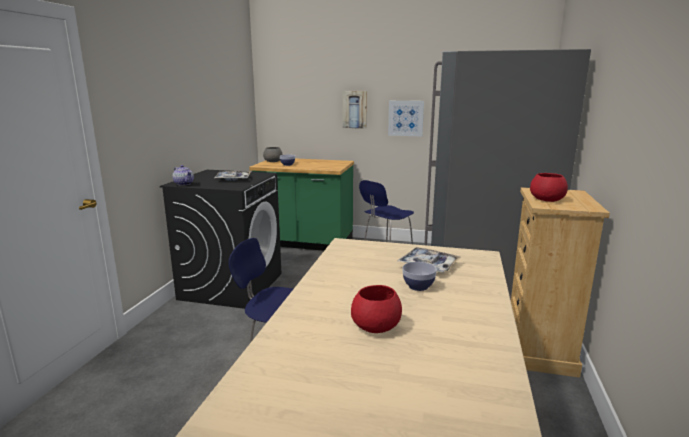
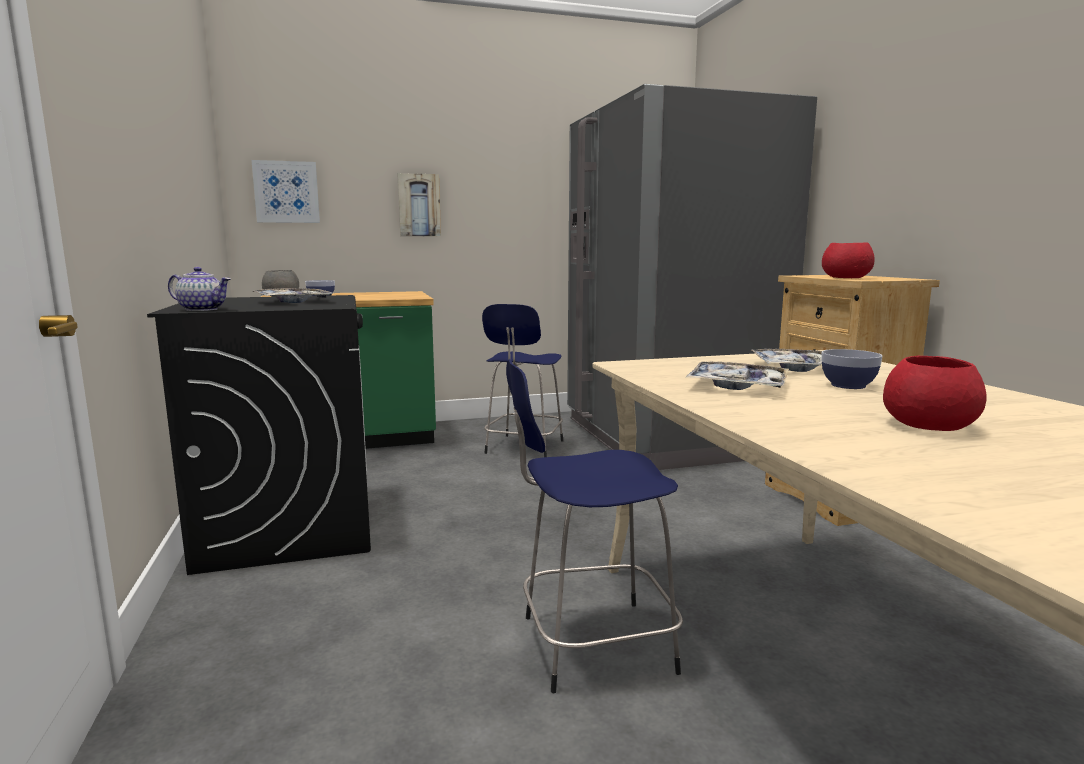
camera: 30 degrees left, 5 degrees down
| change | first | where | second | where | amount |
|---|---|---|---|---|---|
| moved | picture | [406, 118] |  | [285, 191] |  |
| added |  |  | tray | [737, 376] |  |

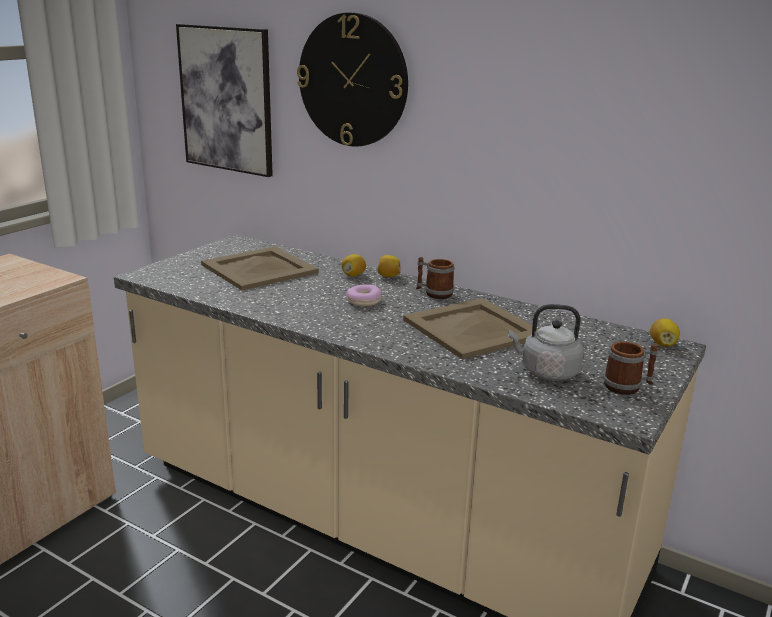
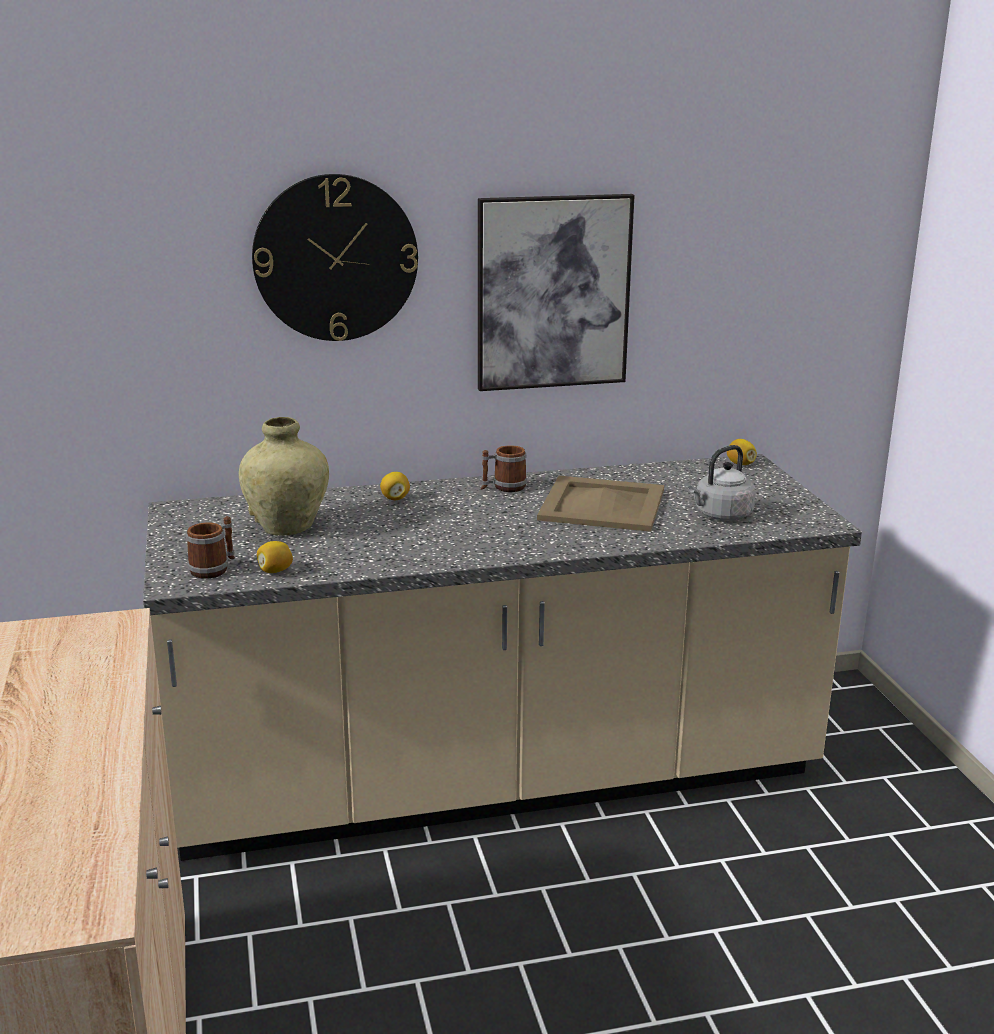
camera: 45 degrees left, 0 degrees up
| change | first | where | second | where | amount |
|---|---|---|---|---|---|
| moved | mug | [630, 368] |  | [210, 547] |  |
| replaced | beige tray | [260, 268] | beige vase | [284, 476] |  |
| moved | lemon | [389, 266] |  | [275, 557] |  |
| moved | picture | [224, 100] |  | [556, 292] |  |
| removed | donut | [364, 295] |  |  |  |

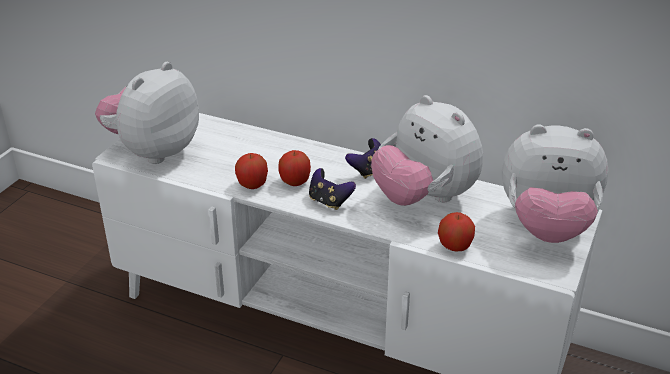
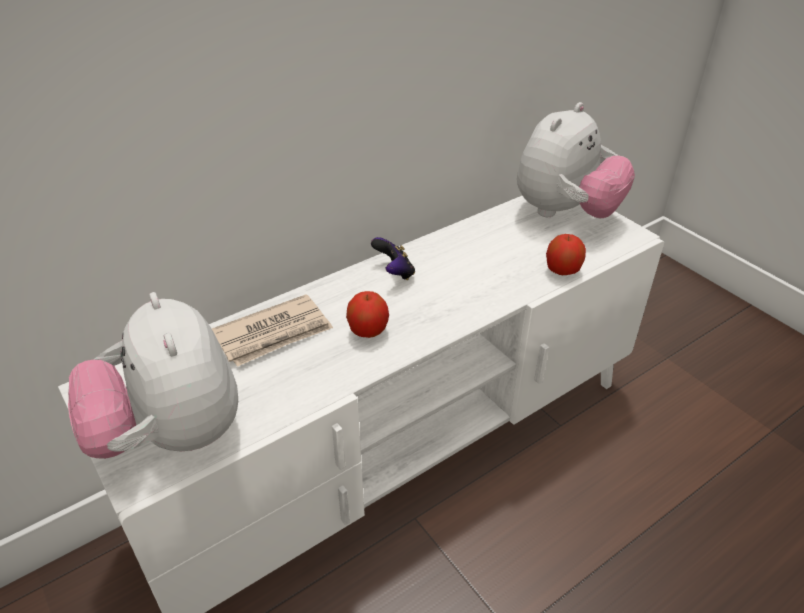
camera: 60 degrees left, 5 degrees up
| change | first | where | second | where | amount |
|---|---|---|---|---|---|
| added |  |  | newspaper | [272, 330] |  |
| removed | apple | [251, 171] |  |  |  |
| removed | game controller | [332, 189] |  |  |  |
| removed | plush toy | [427, 150] |  |  |  |

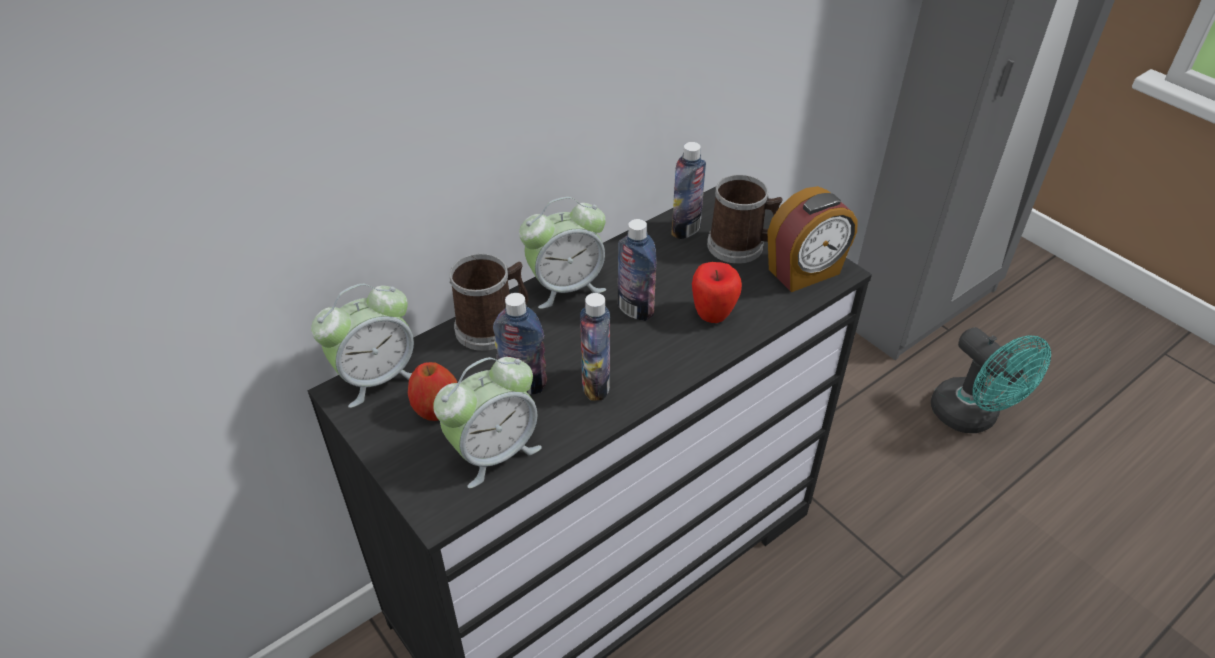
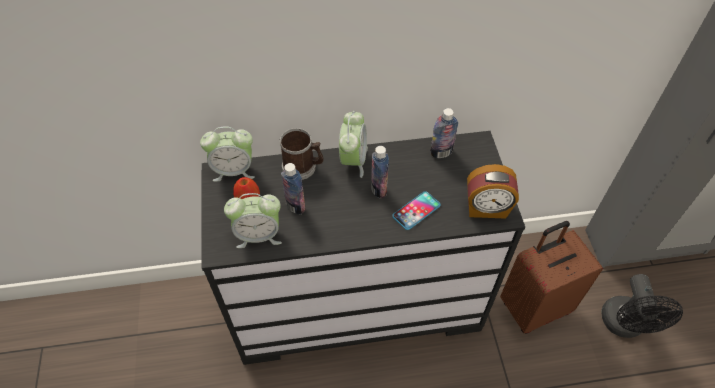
camera: 30 degrees right, 10 degrees up
| change | first | where | second | where | amount |
|---|---|---|---|---|---|
| turned | alarm clock | [562, 253] |  | [353, 144] | 90 degrees counterclockwise |
| replaced | apple | [717, 292] | phone | [416, 210] |  |
| added |  |  | brown suitcase | [551, 277] |  |
| recoloured | turquoise fan | [991, 380] | black fan | [642, 306] |  |
| removed | bottle | [595, 347] |  |  |  |
| removed | mug | [745, 219] |  |  |  |

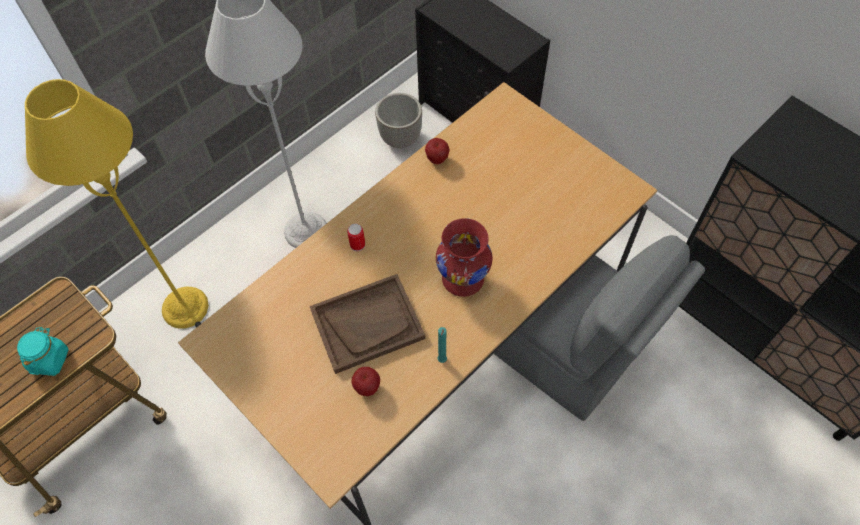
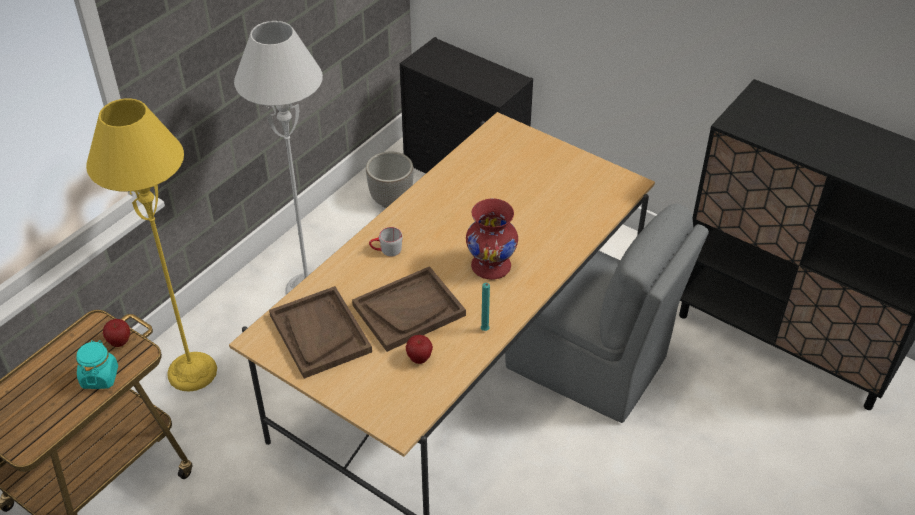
camera: 10 degrees left, 15 degrees down
| change | first | where | second | where | amount |
|---|---|---|---|---|---|
| moved | apple | [437, 151] |  | [116, 333] |  |
| added |  |  | brown tray | [320, 332] |  |
| replaced | can | [356, 237] | grey mug | [386, 242] |  |

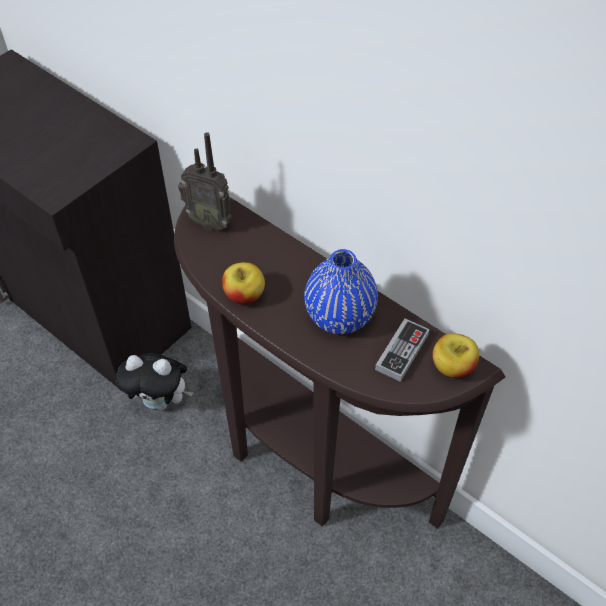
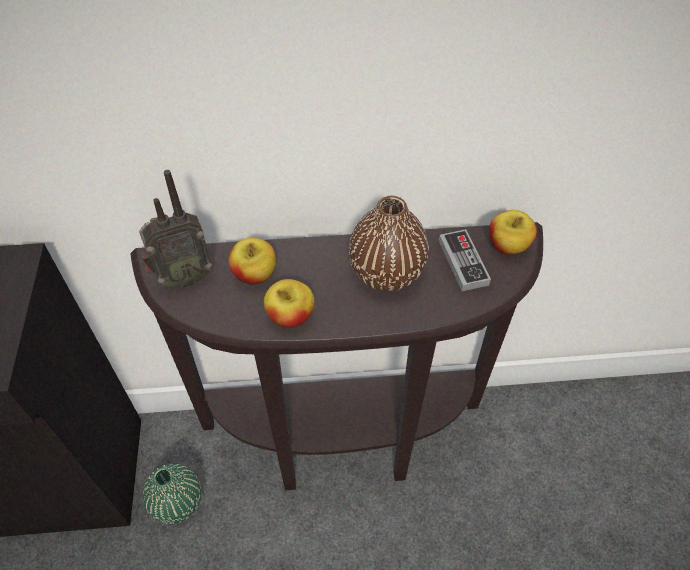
camera: 45 degrees left, 0 degrees up
| change | first | where | second | where | amount |
|---|---|---|---|---|---|
| replaced | plush toy | [154, 381] | green vase | [172, 494] |  |
| added |  |  | apple | [252, 261] |  |
| recoloured | blue vase | [341, 291] | brown vase | [389, 243] |  |

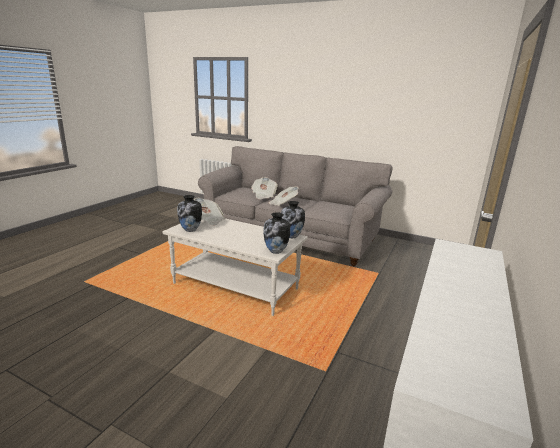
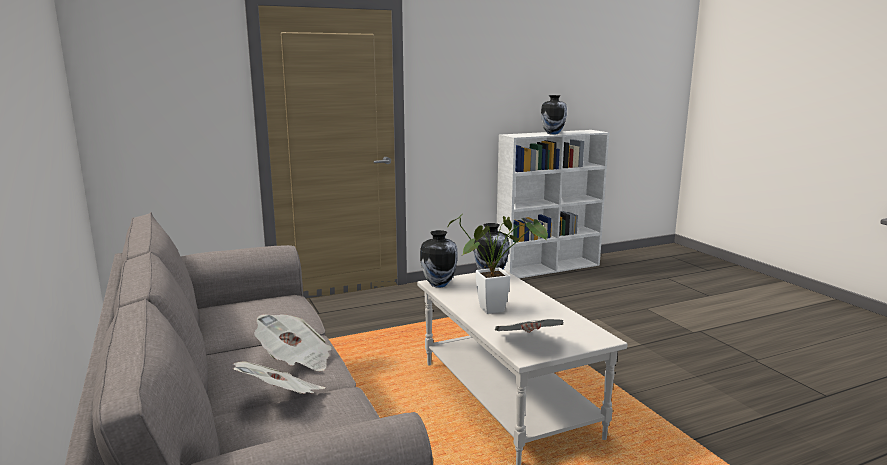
camera: 140 degrees left, 5 degrees down
| change | first | where | second | where | amount |
|---|---|---|---|---|---|
| added |  |  | potted plant | [498, 264] |  |
| moved | vase | [189, 213] |  | [554, 114] |  |

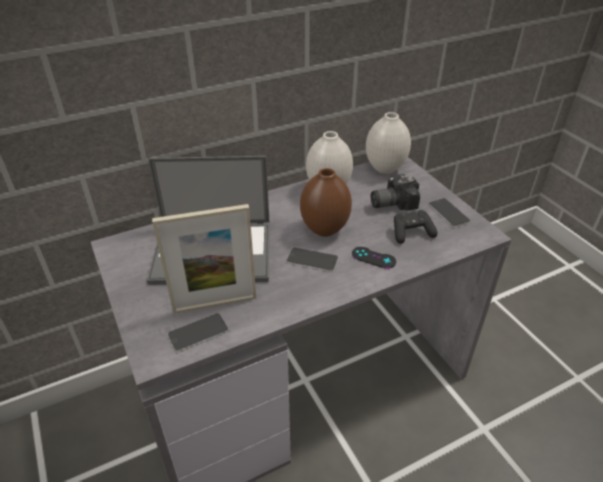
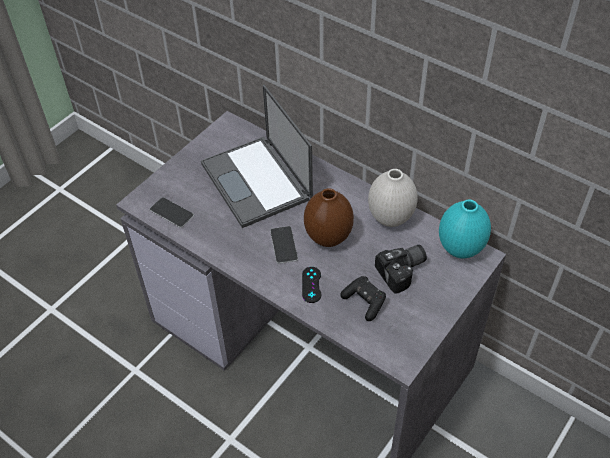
camera: 65 degrees right, 10 degrees up
| change | first | where | second | where | amount |
|---|---|---|---|---|---|
| turned | photo camera | [395, 192] |  | [401, 269] | 105 degrees clockwise |
| recoloured | white vase | [388, 143] | turquoise vase | [465, 229] |  |
| removed | picture frame | [204, 259] |  |  |  |
| removed | phone | [449, 213] |  |  |  |

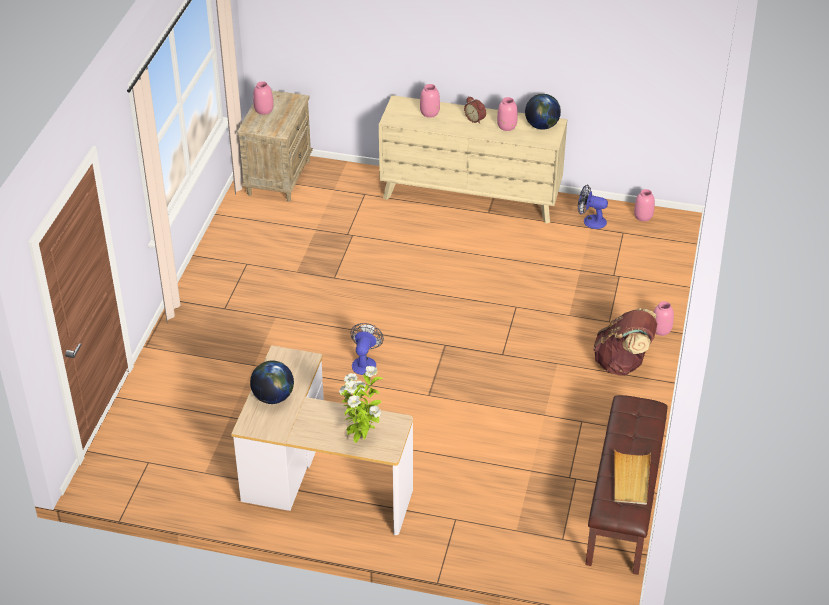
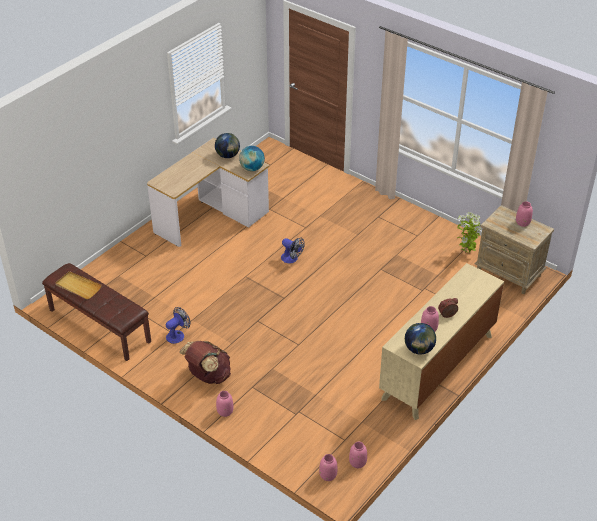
camera: 115 degrees right, 0 degrees up
| change | first | where | second | where | amount |
|---|---|---|---|---|---|
| moved | fan | [593, 206] |  | [178, 325] |  |
| added |  |  | globe | [252, 158] |  |
| moved | pink vase | [430, 101] |  | [328, 467] |  |
| moved | potted plant | [361, 404] |  | [469, 233] |  |

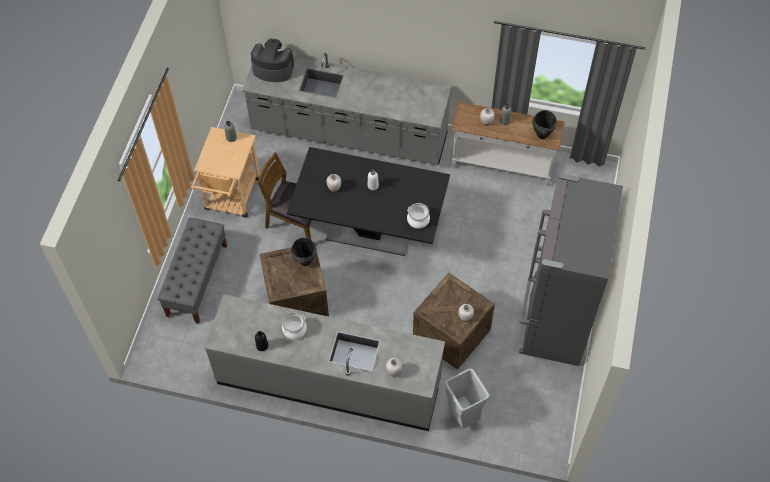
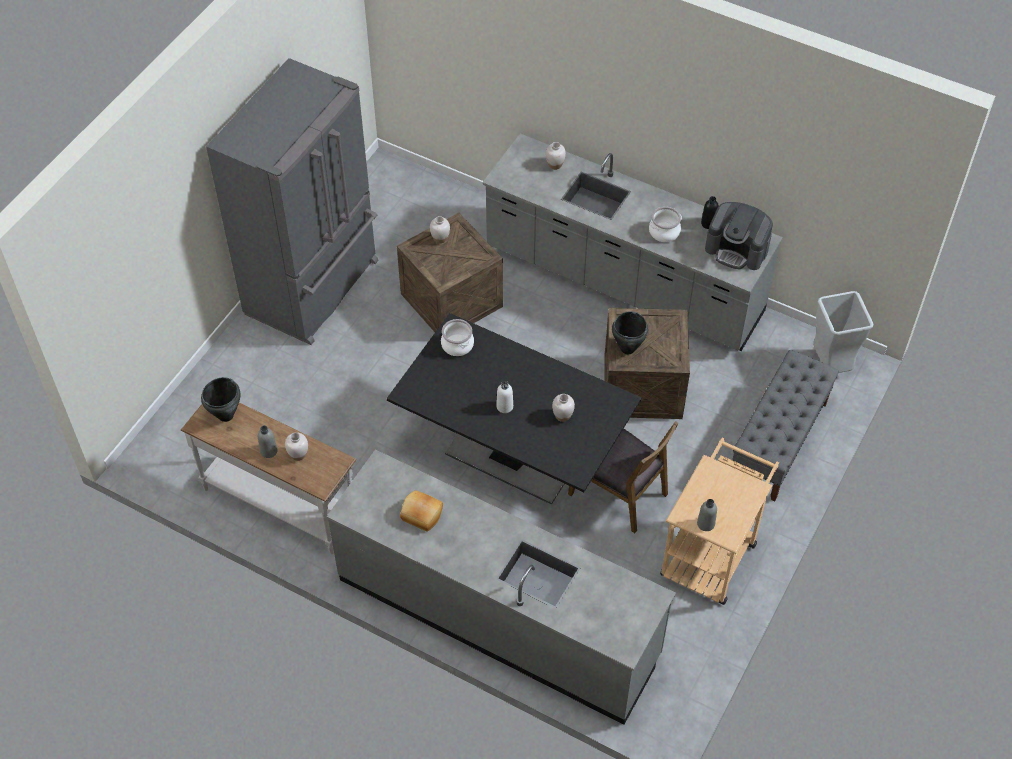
camera: 165 degrees left, 5 degrees down
| change | first | where | second | where | amount |
|---|---|---|---|---|---|
| added |  |  | bread | [421, 511] |  |
| moved | coffee machine | [272, 60] |  | [739, 236] |  |
| moved | grey trash can | [467, 398] |  | [843, 332] |  |

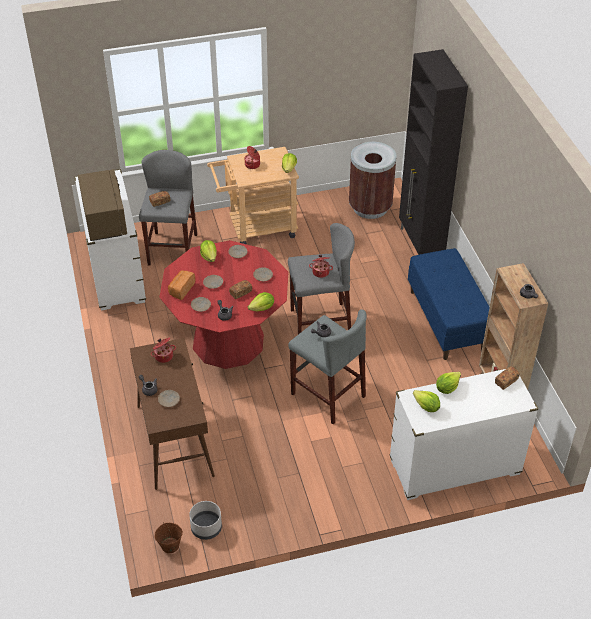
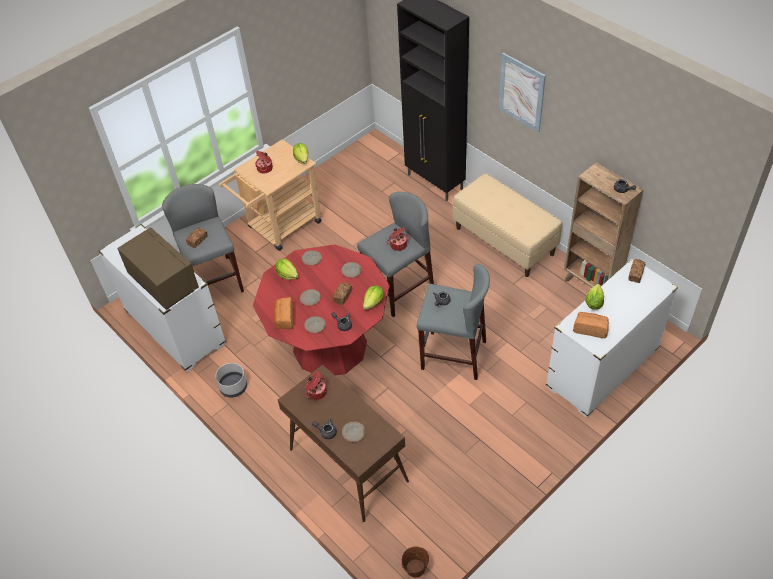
camera: 25 degrees left, 5 degrees up
| change | first | where | second | where | amount |
|---|---|---|---|---|---|
| moved | grey planter | [205, 520] |  | [231, 380] |  |
| recoloured | blue bench | [449, 304] | beige bench | [507, 225] |  |
| added |  |  | picture | [522, 92] |  |
| replaced | lettuce | [426, 401] | bread | [591, 325] |  |
| removed | brown trash can | [373, 180] |  |  |  |

